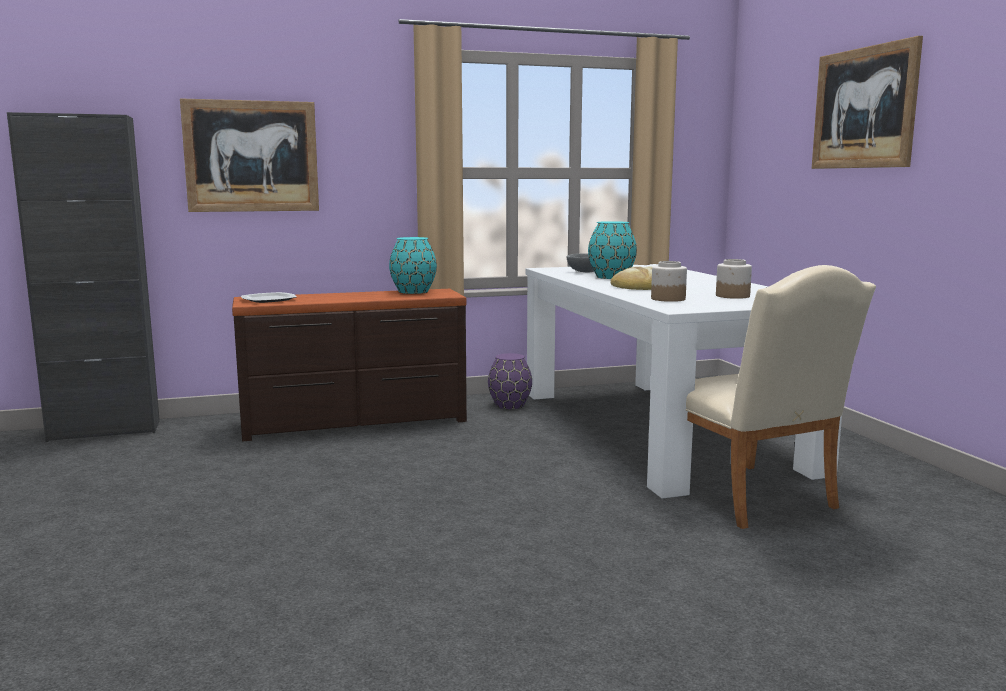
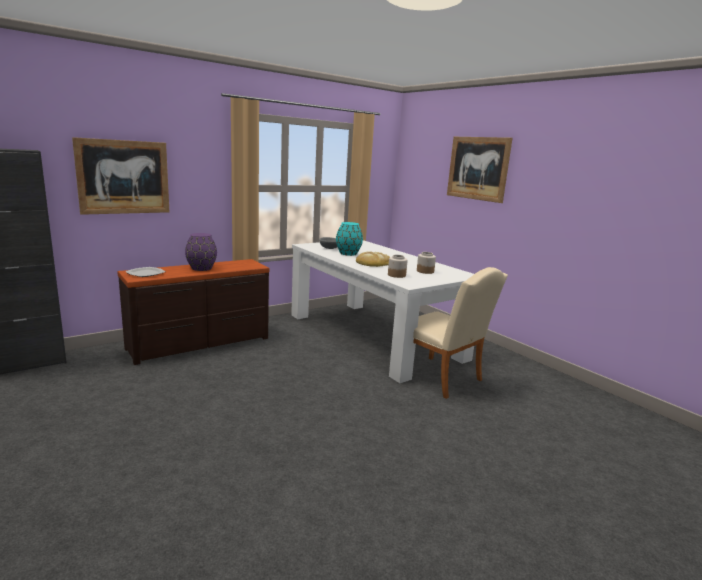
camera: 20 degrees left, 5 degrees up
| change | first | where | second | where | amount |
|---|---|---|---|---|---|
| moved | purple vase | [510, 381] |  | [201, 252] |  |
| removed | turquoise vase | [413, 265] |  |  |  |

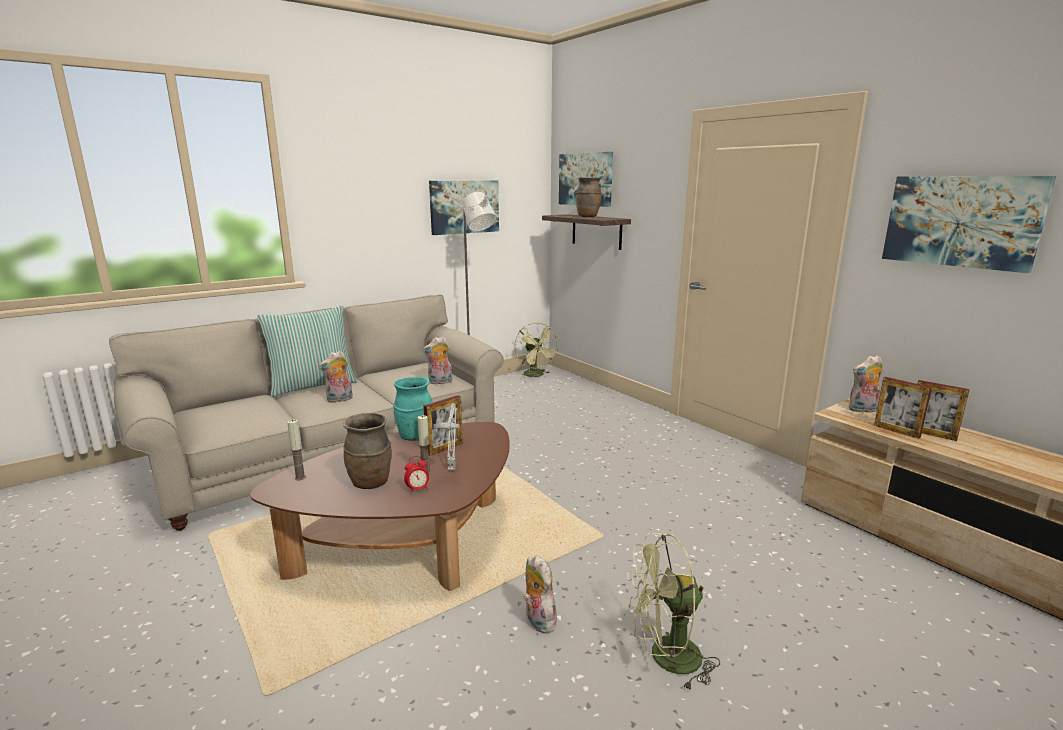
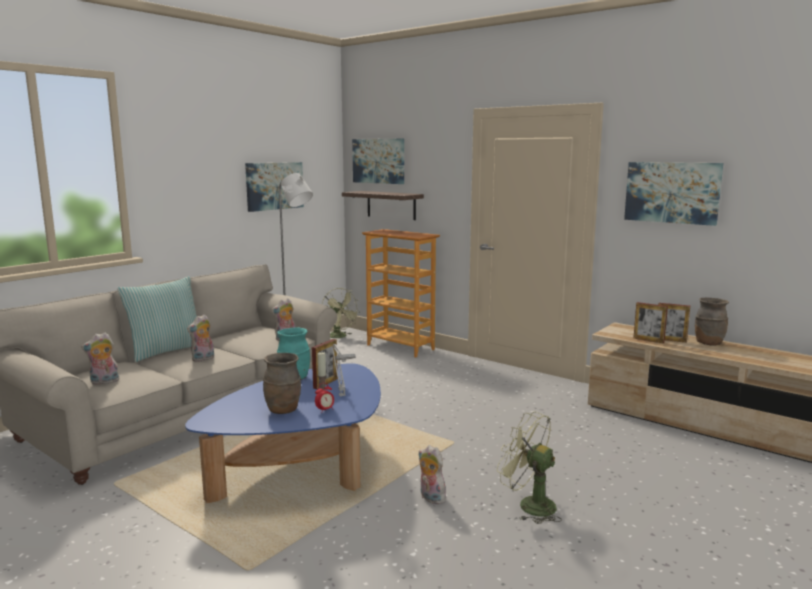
camera: 15 degrees left, 5 degrees down
| change | first | where | second | where | amount |
|---|---|---|---|---|---|
| moved | plush toy | [866, 384] |  | [100, 358] |  |
| recoloured | brown coffee table | [380, 506] | blue coffee table | [283, 433] |  |
| added |  |  | bookcase | [401, 293] |  |
| turned | green fan | [673, 611] |  | [529, 467] | 60 degrees clockwise |
| moved | brown vase | [589, 197] |  | [712, 321] |  |
| removed | candle | [296, 449] |  |  |  |

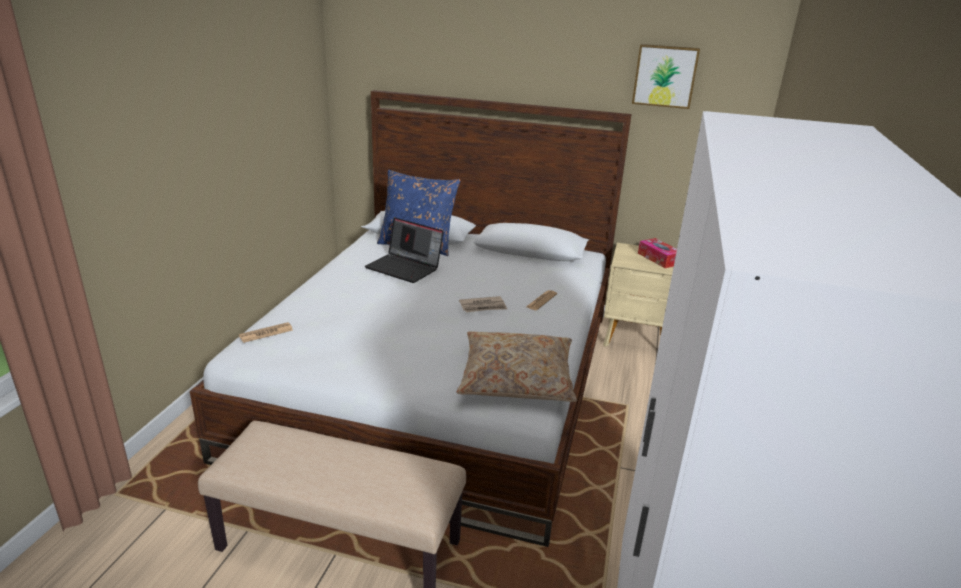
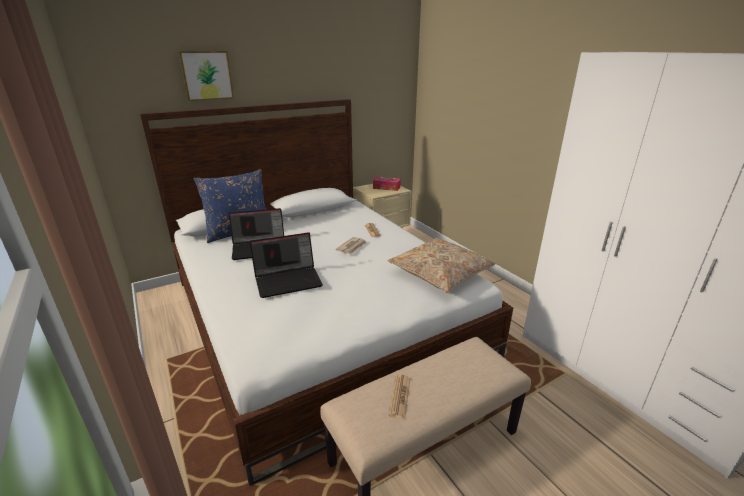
camera: 45 degrees left, 0 degrees up
| change | first | where | second | where | amount |
|---|---|---|---|---|---|
| moved | picture | [666, 76] |  | [206, 76] |  |
| added |  |  | laptop | [286, 265] |  |
| moved | newspaper | [266, 332] |  | [399, 396] |  |

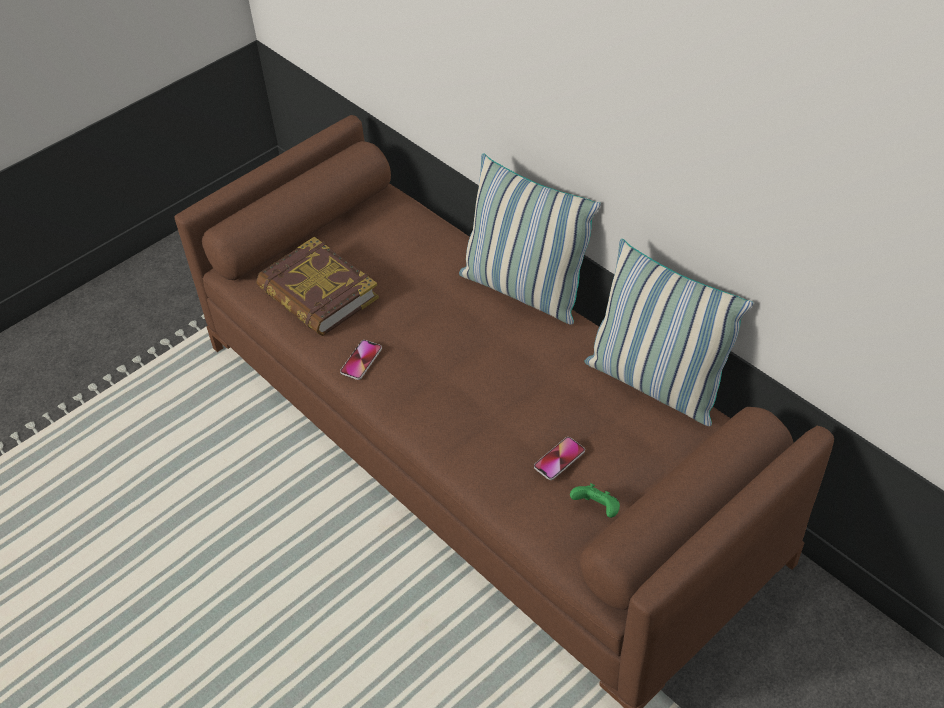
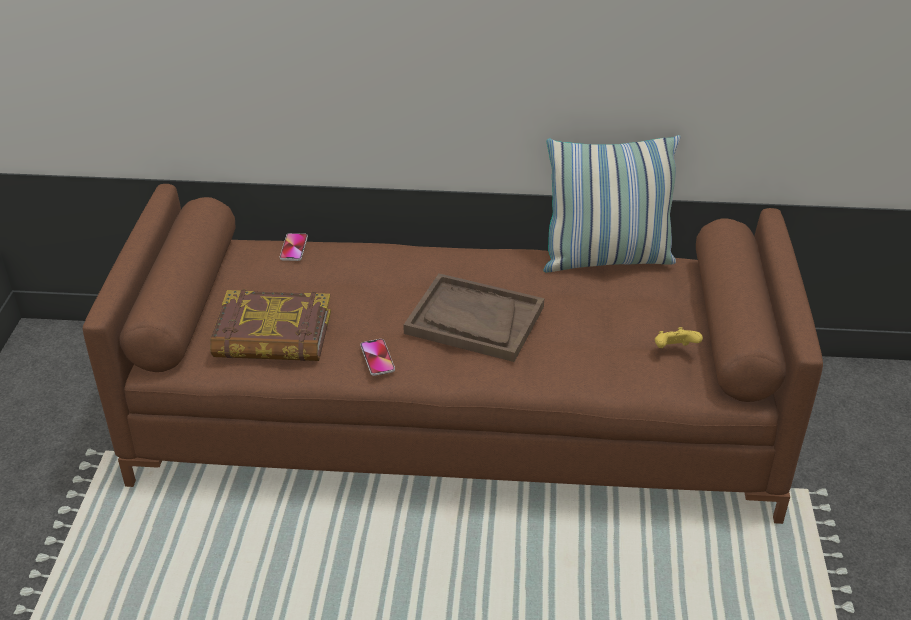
camera: 45 degrees left, 10 degrees down
| change | first | where | second | where | amount |
|---|---|---|---|---|---|
| moved | phone | [559, 458] |  | [294, 247] |  |
| added |  |  | brown tray | [473, 317] |  |
| recoloured | green game controller | [595, 500] | yellow game controller | [679, 337] |  |
| removed | pillow | [530, 239] |  |  |  |

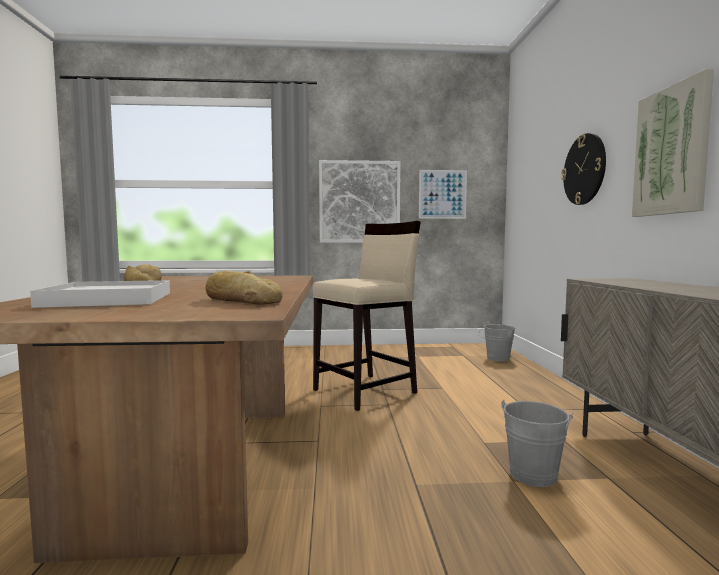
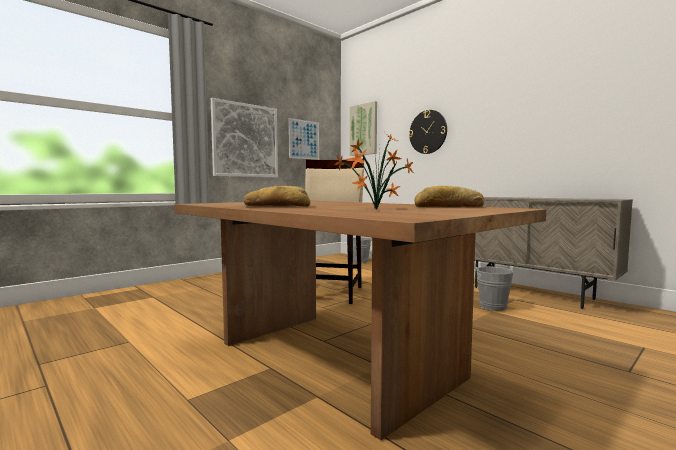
camera: 40 degrees left, 0 degrees up
| change | first | where | second | where | amount |
|---|---|---|---|---|---|
| replaced | white tray | [100, 294] | potted plant | [374, 171] |  |
| moved | picture | [673, 143] |  | [363, 128] |  |

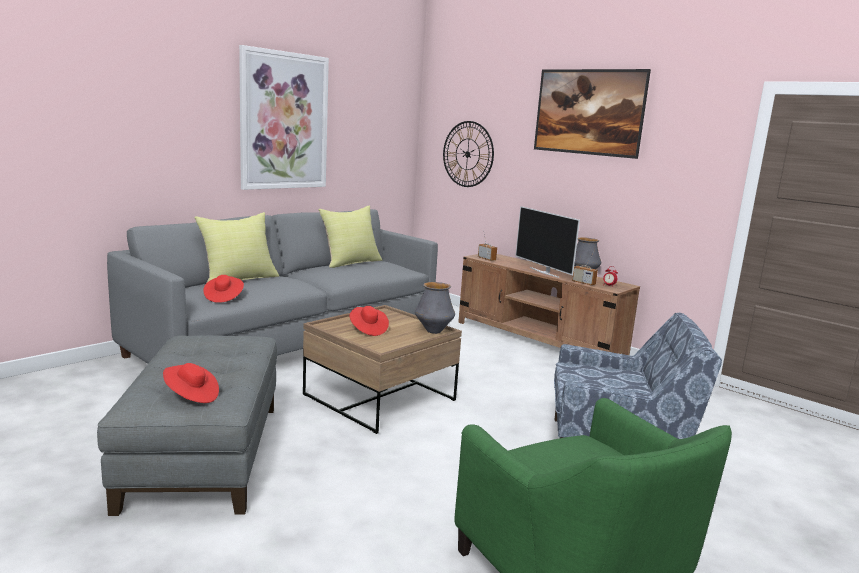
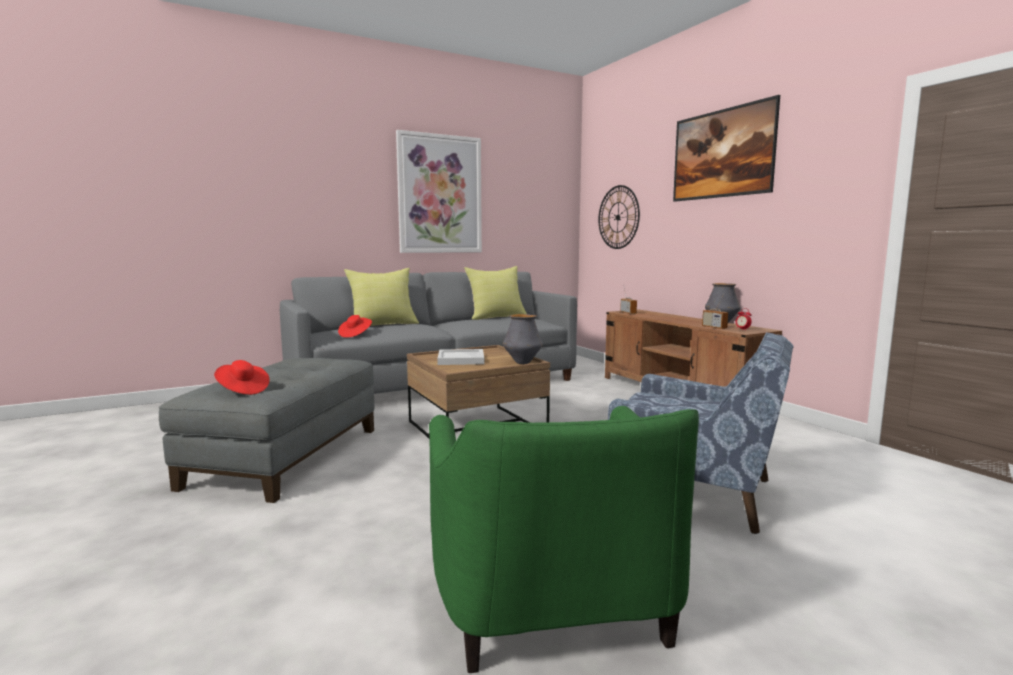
camera: 20 degrees right, 5 degrees down
| change | first | where | second | where | amount |
|---|---|---|---|---|---|
| replaced | red hat | [369, 321] | white tray | [460, 357] |  |
| removed | television | [547, 242] |  |  |  |

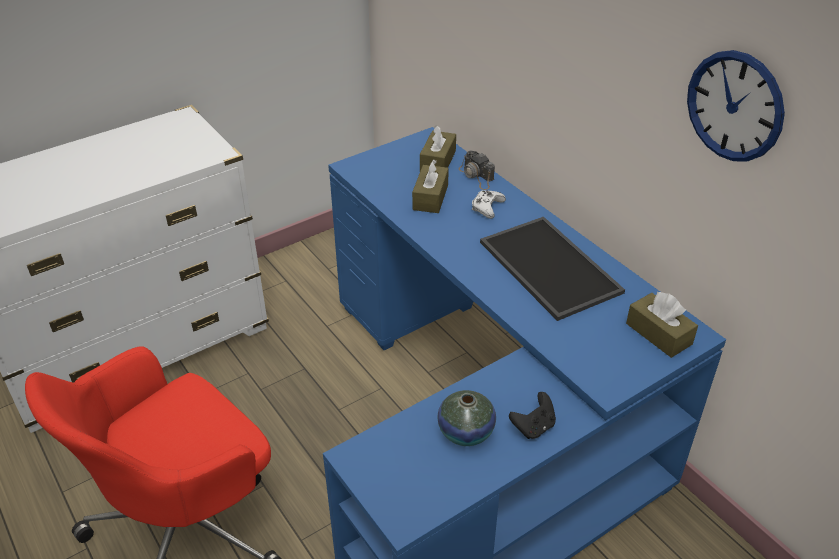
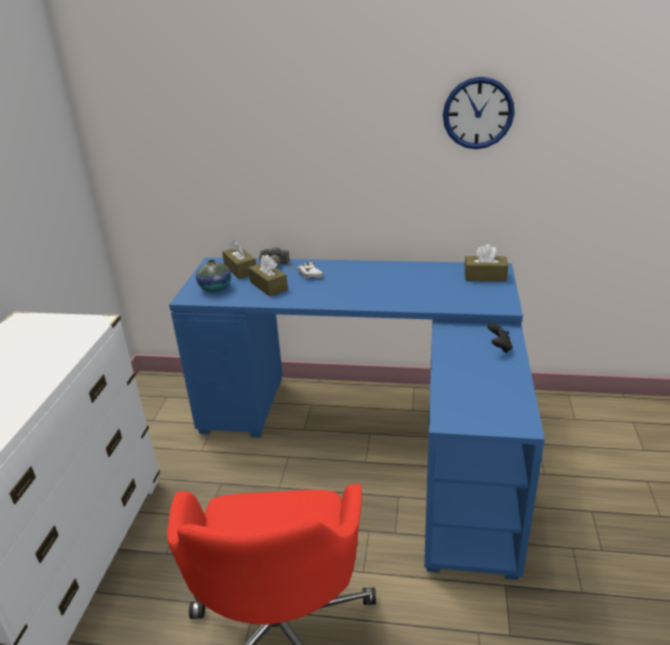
camera: 45 degrees left, 10 degrees down
| change | first | where | second | where | amount |
|---|---|---|---|---|---|
| moved | vase | [467, 418] |  | [213, 276] |  |
| removed | tray | [552, 269] |  |  |  |

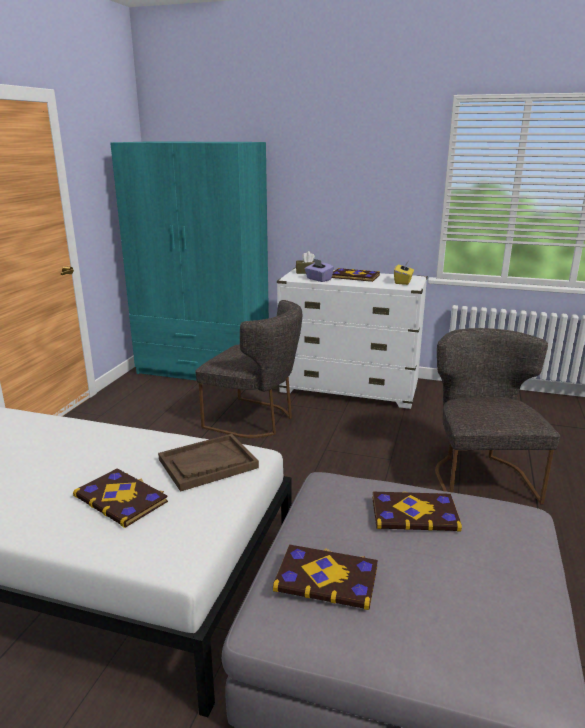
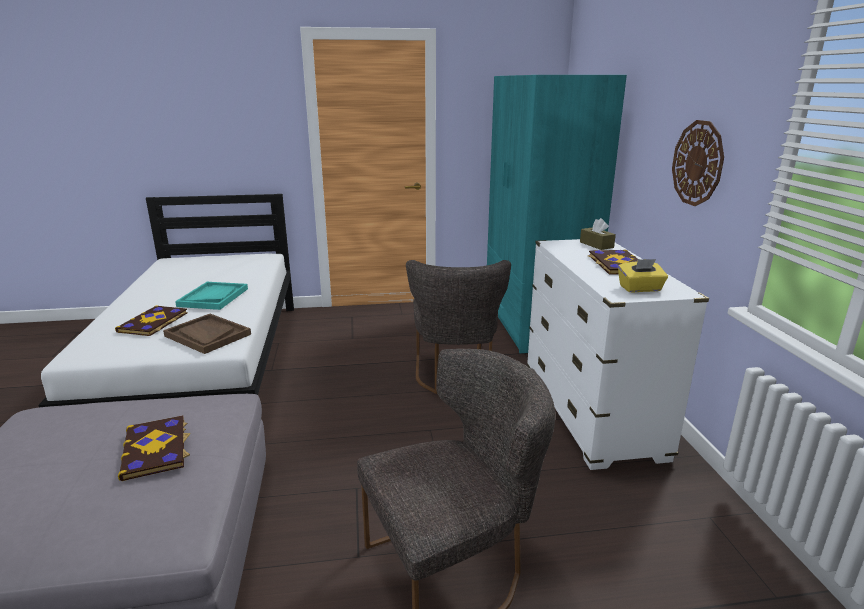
camera: 65 degrees right, 0 degrees up
| change | first | where | second | where | amount |
|---|---|---|---|---|---|
| added |  |  | turquoise tray | [211, 296] |  |
| added |  |  | wall clock | [698, 163] |  |
| removed | book | [325, 577] |  |  |  |
| removed | purple tissue box | [319, 270] |  |  |  |

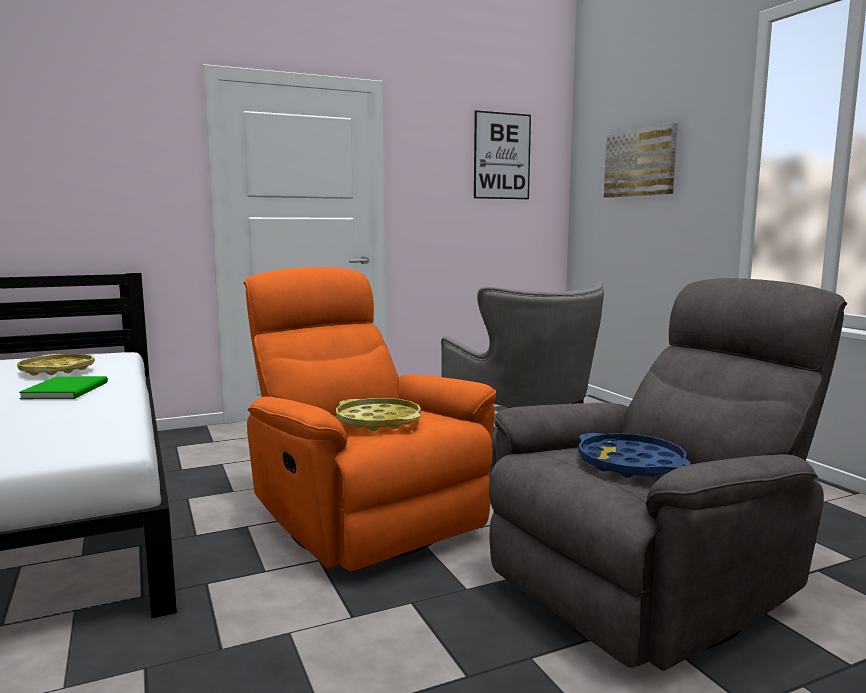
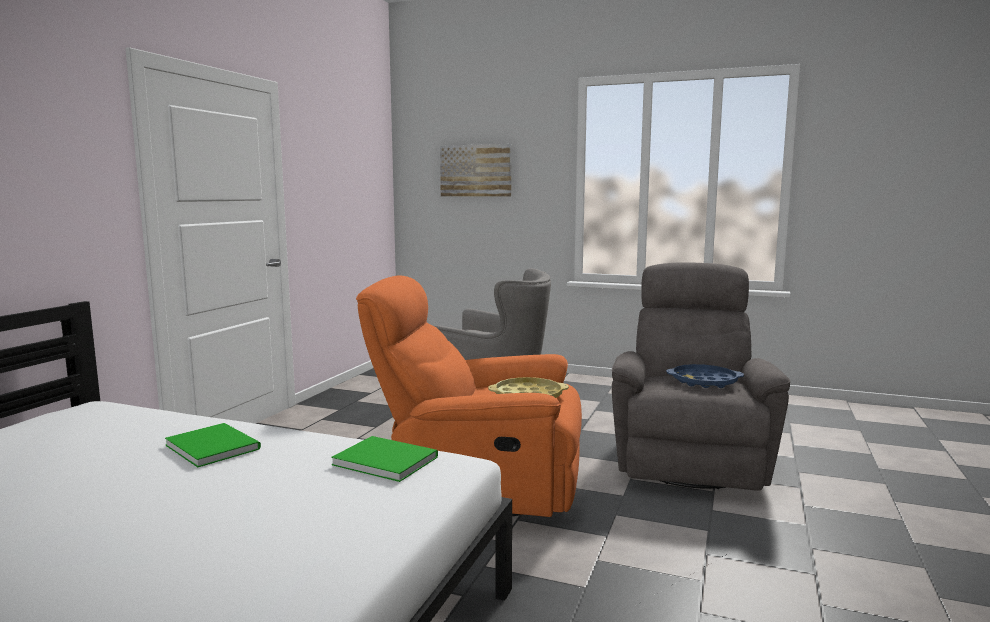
camera: 45 degrees left, 0 degrees up
| change | first | where | second | where | amount |
|---|---|---|---|---|---|
| added |  |  | green book | [384, 459] |  |
| removed | yellow tray | [56, 365] |  |  |  |
| removed | picture | [502, 154] |  |  |  |

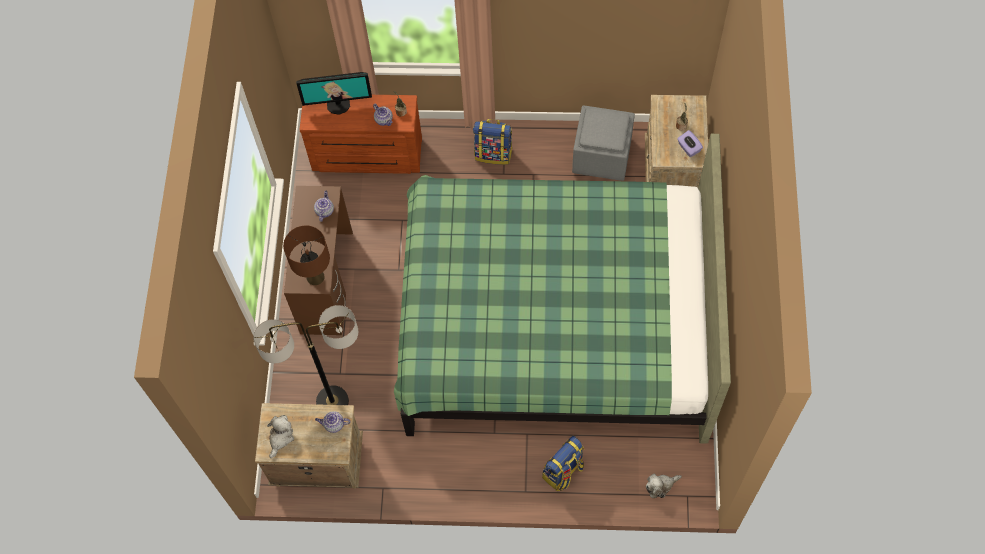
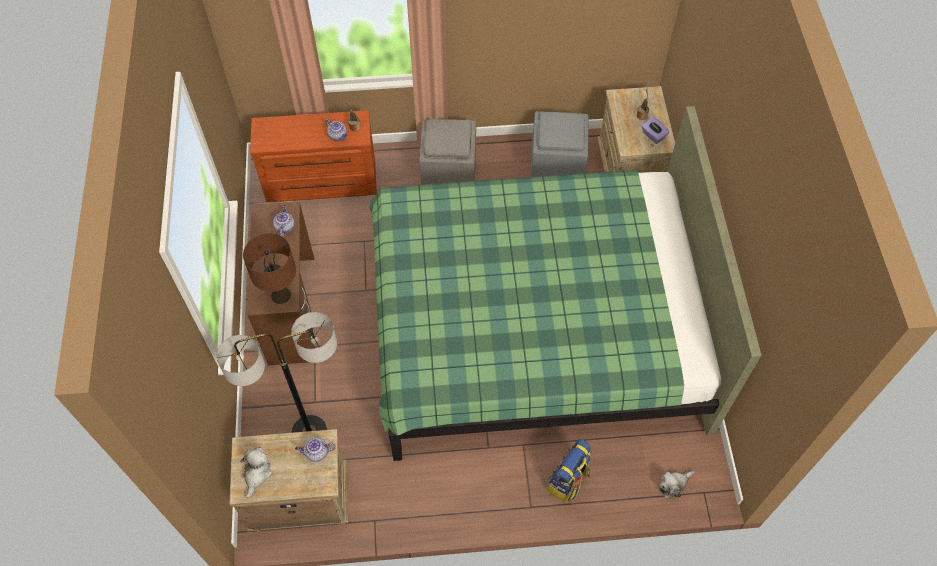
camera: 10 degrees left, 5 degrees down
| change | first | where | second | where | amount |
|---|---|---|---|---|---|
| replaced | backpack | [493, 142] | grey ottoman | [447, 152] |  |
| removed | monitor | [334, 93] |  |  |  |

